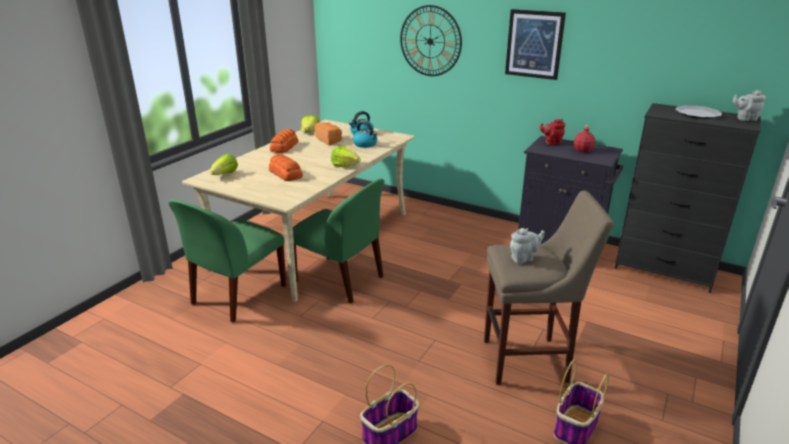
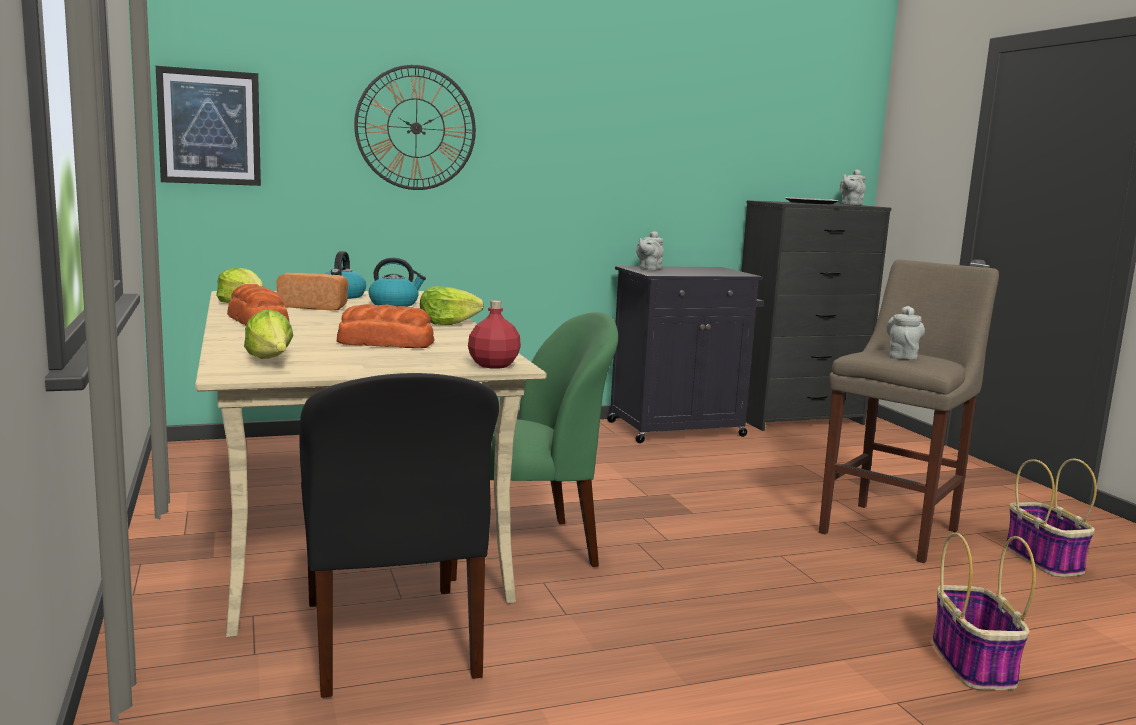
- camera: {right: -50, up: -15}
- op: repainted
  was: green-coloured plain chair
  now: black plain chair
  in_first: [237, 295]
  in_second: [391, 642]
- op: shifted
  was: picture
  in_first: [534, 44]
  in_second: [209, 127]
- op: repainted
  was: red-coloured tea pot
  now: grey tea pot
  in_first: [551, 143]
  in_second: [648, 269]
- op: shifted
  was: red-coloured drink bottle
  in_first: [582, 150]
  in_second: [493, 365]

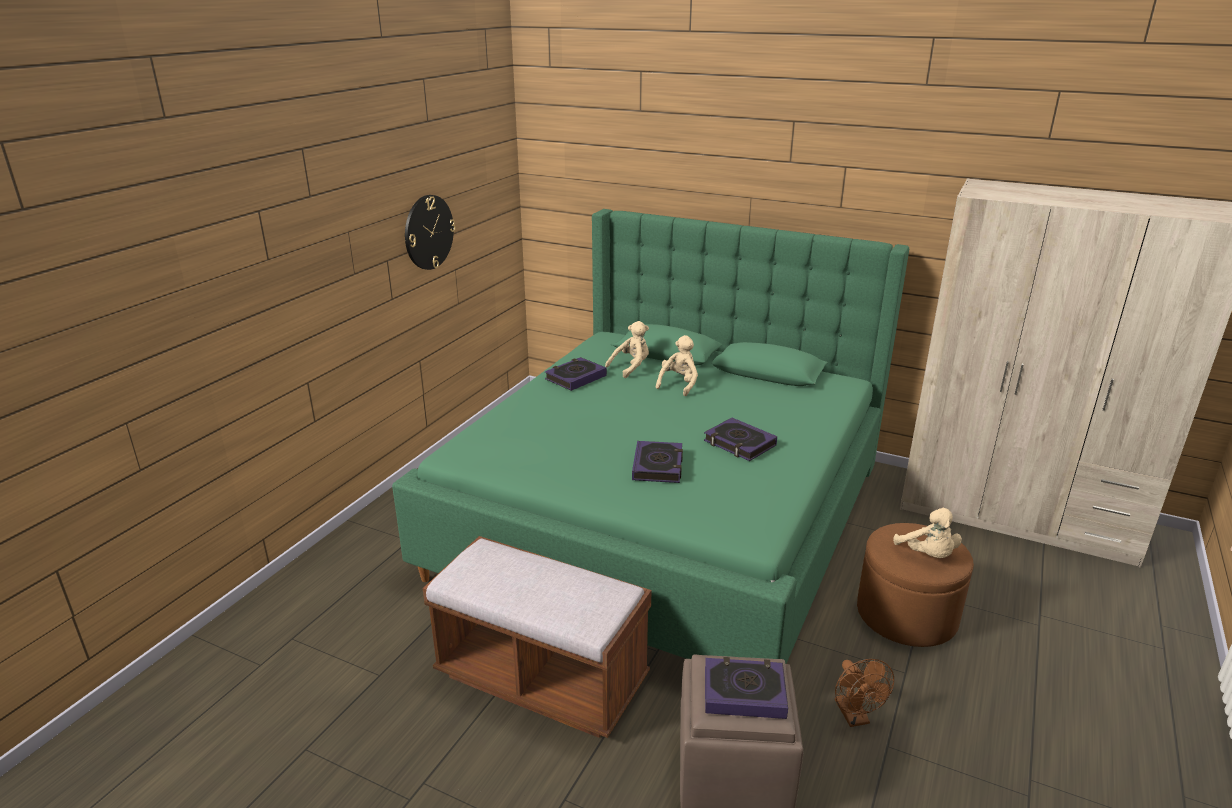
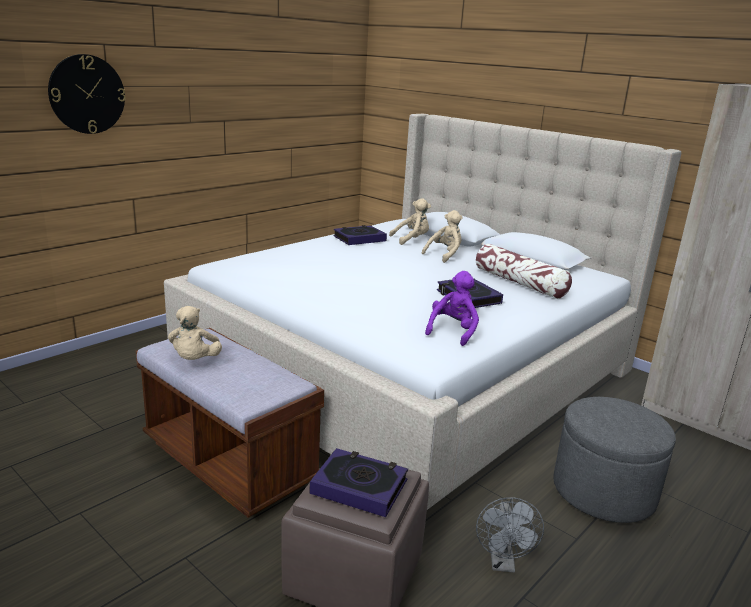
- camera: {right: 15, up: -5}
- op: repainted
  was: green-coloured bed
  now: sand-coloured bed
  in_first: [667, 517]
  in_second: [413, 372]
- op: shifted
  was: wall clock
  in_first: [428, 232]
  in_second: [87, 94]
- op: gone
  was: bound book
  in_first: [658, 466]
- op: repainted
  was: brown electric fan
  now: grey electric fan
  in_first: [855, 717]
  in_second: [502, 563]
- op: repainted
  was: brown ottoman
  now: grey ottoman
  in_first: [906, 615]
  in_second: [603, 491]
- op: shifted
  was: sand-coloured cuddly toy
  in_first: [928, 555]
  in_second: [195, 360]
- op: new
  now: purple-coloured cuddly toy
  in_second: [453, 331]
- op: new
  now: pillow
  in_second: [520, 283]

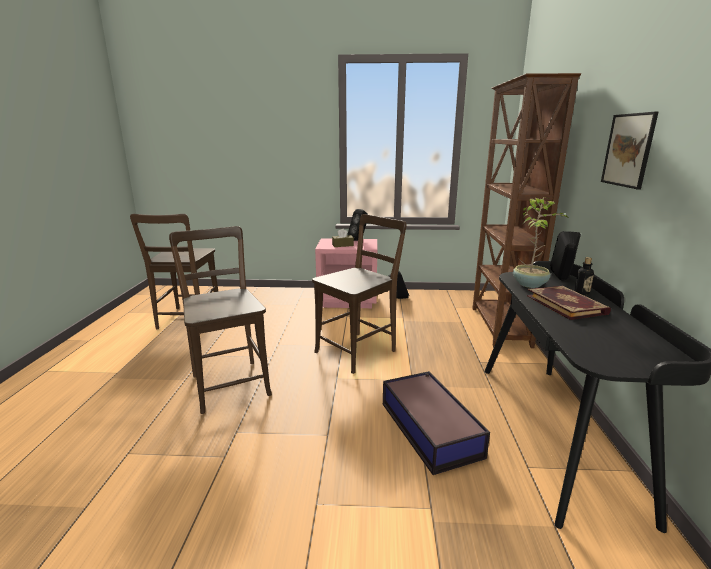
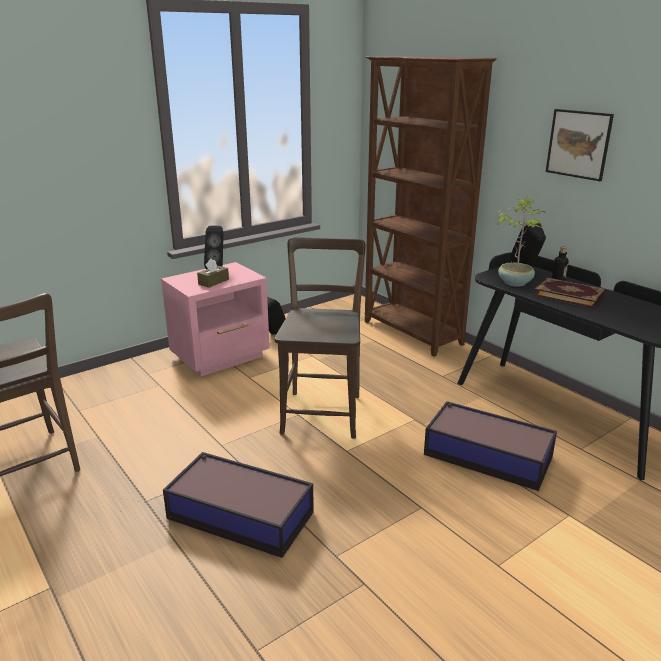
- camera: {right: -40, up: 5}
- op: swapped
  was: brown plain chair
  now: storage container
  in_first: [229, 382]
  in_second: [239, 514]

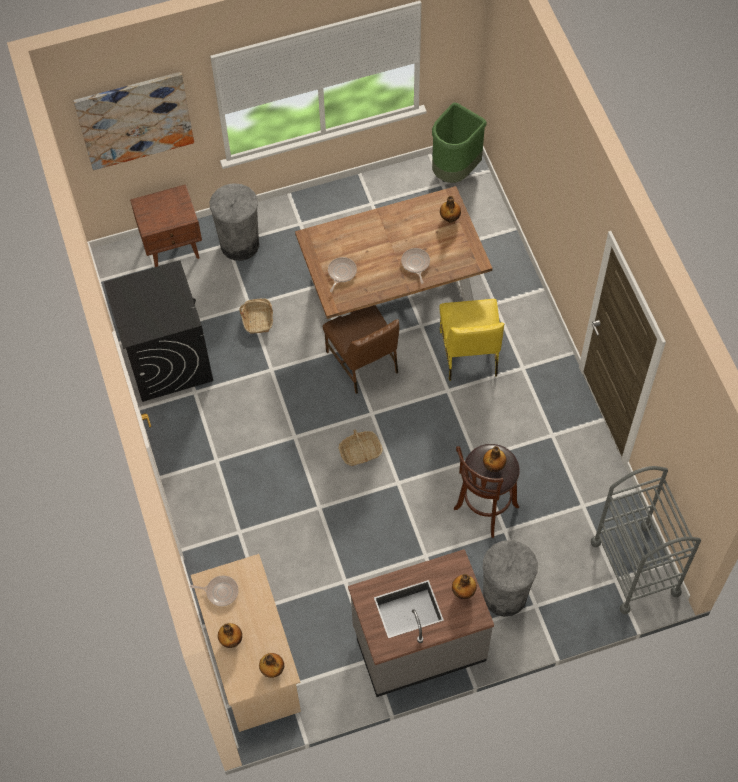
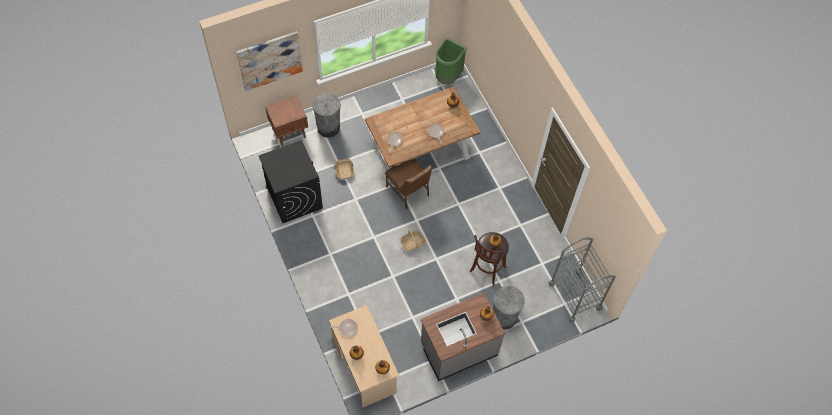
- camera: {right: -10, up: 0}
- op: gone
  was: yellow-coloured plain chair
  in_first: [469, 354]

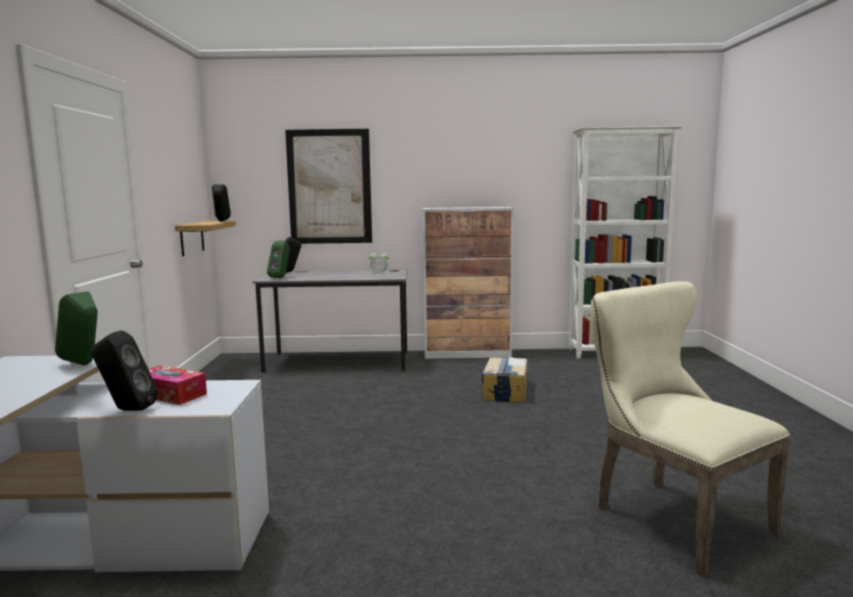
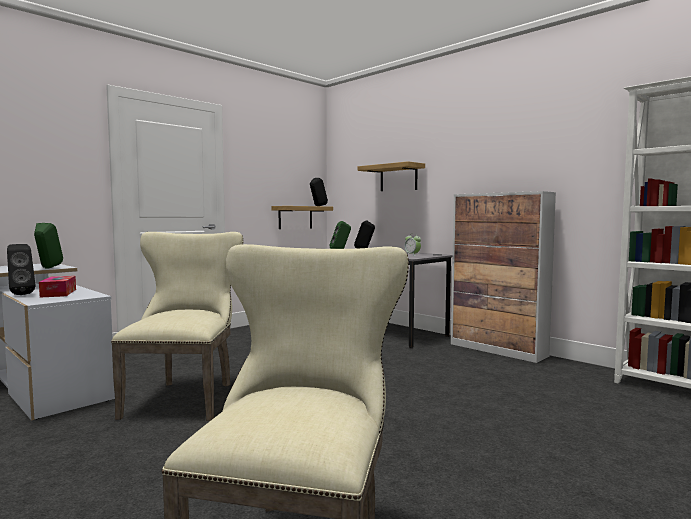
- camera: {right: 45, up: -5}
- op: swapped
  was: picture
  now: wall shelf
  in_first: [329, 187]
  in_second: [398, 178]
- op: gone
  was: carton
  in_first: [505, 391]
- op: new
  now: sand-coloured plain chair
  in_second: [185, 397]

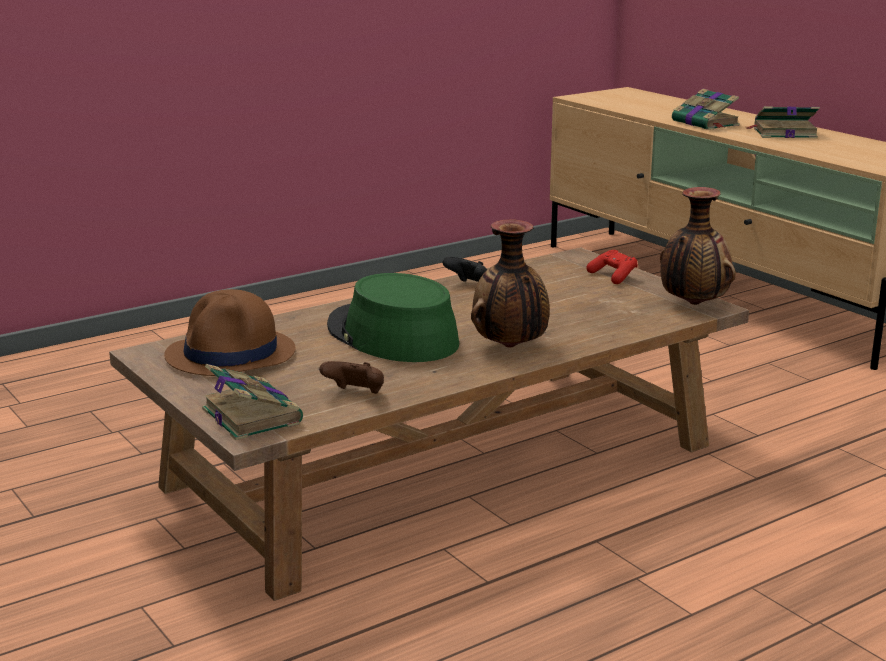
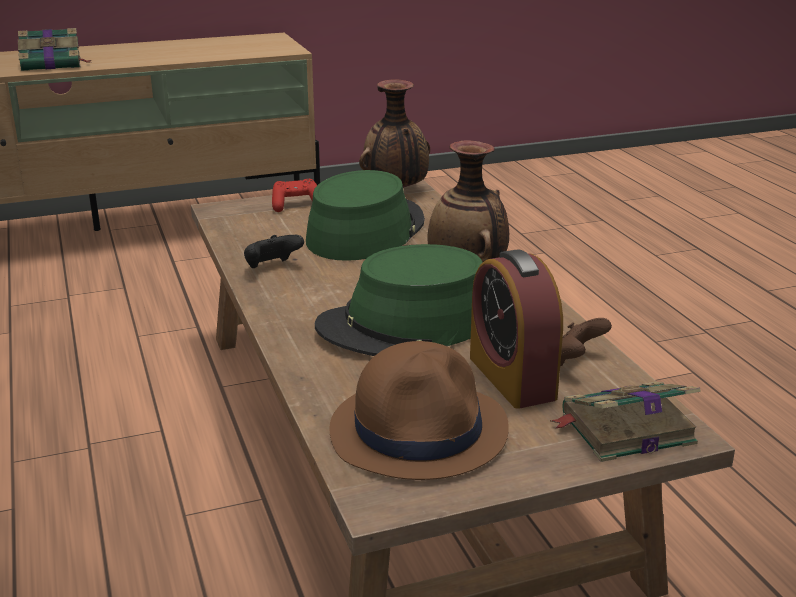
- camera: {right: -75, up: 5}
- op: gone
  was: bound book
  in_first: [783, 133]
- op: new
  now: green-coloured clothing hat
  in_second: [365, 231]
- op: new
  now: table clock
  in_second: [512, 377]

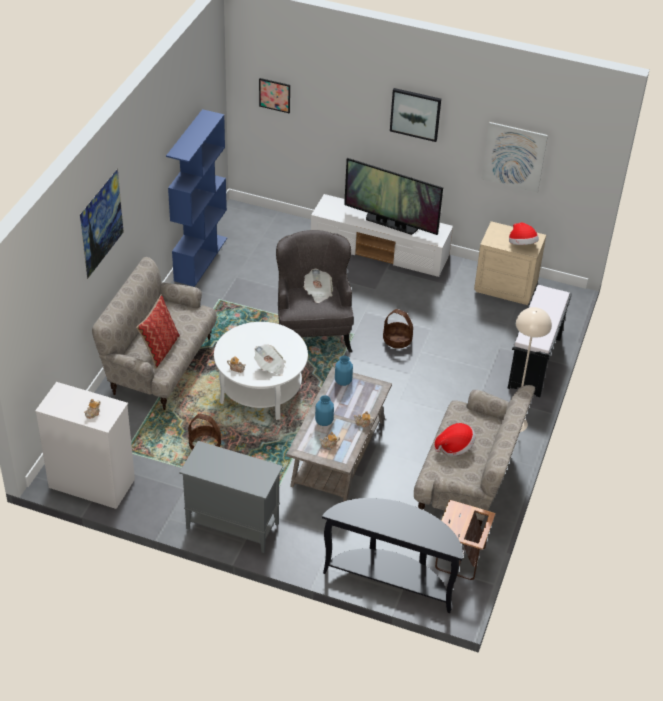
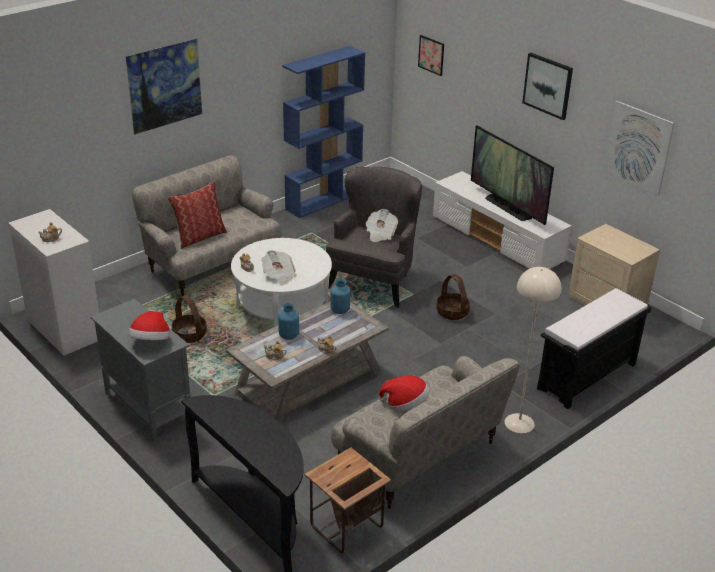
- camera: {right: 30, up: -10}
- op: shifted
  was: clothing hat
  in_first: [522, 245]
  in_second: [151, 341]

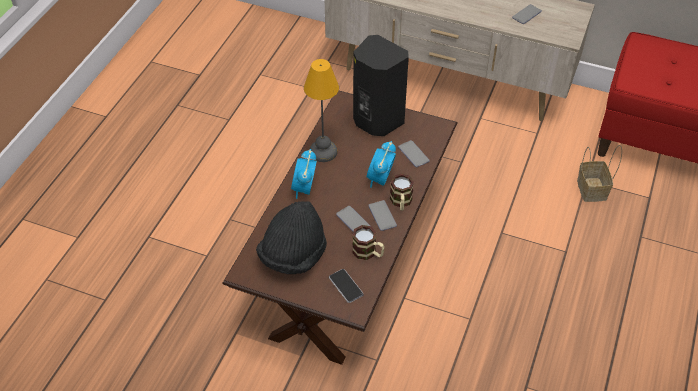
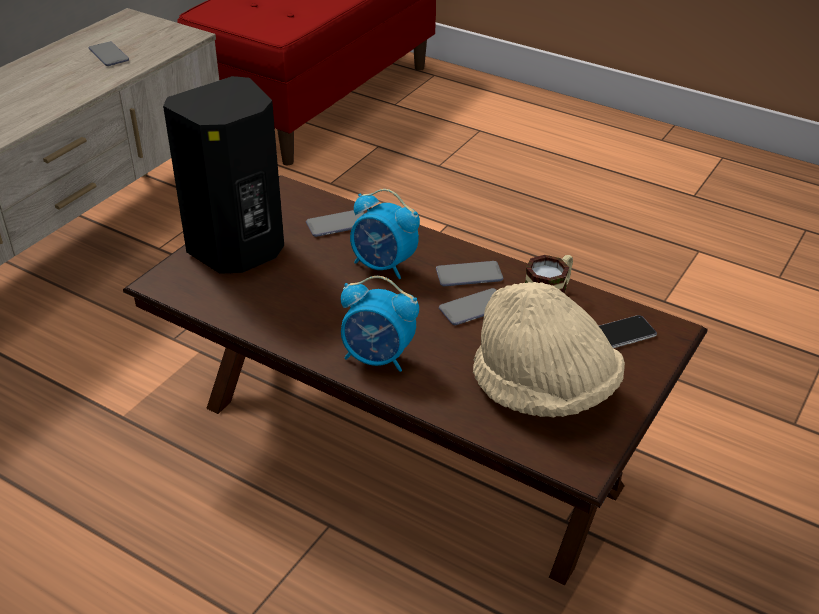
- camera: {right: -80, up: -10}
- op: repainted
  was: black clothing hat
  now: sand-coloured clothing hat
  in_first: [293, 255]
  in_second: [543, 390]
- op: gone
  was: tabletop lamp
  in_first: [323, 151]
- op: gone
  was: mug
  in_first: [401, 202]
- op: gone
  was: basket
  in_first: [592, 190]

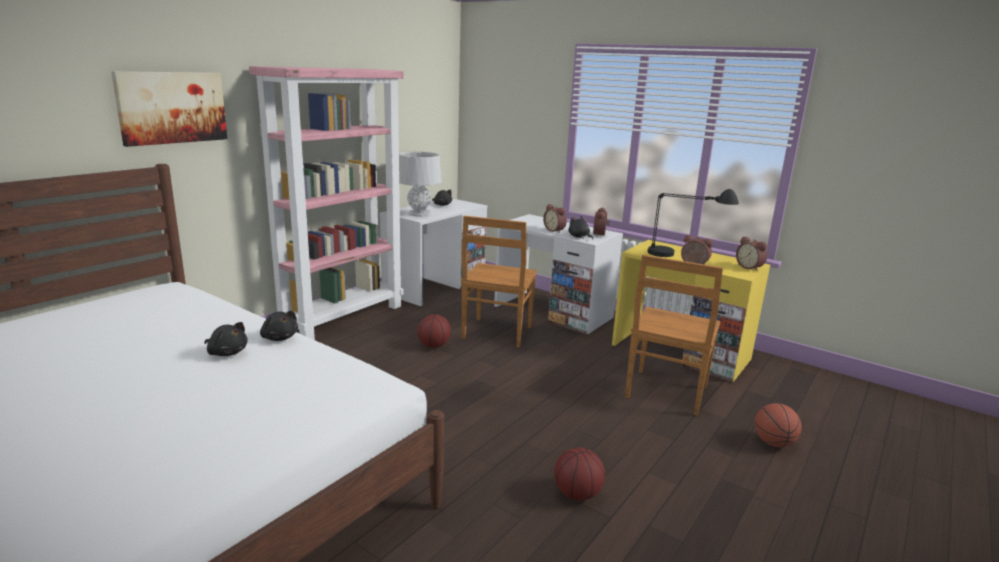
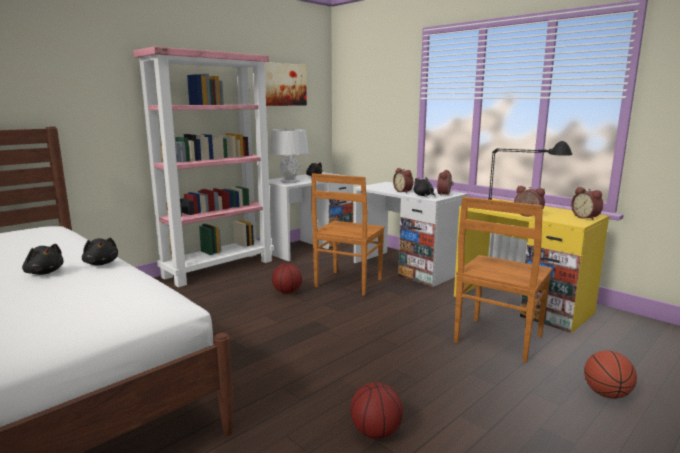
- camera: {right: 10, up: -5}
- op: shifted
  was: picture
  in_first: [172, 107]
  in_second: [280, 84]

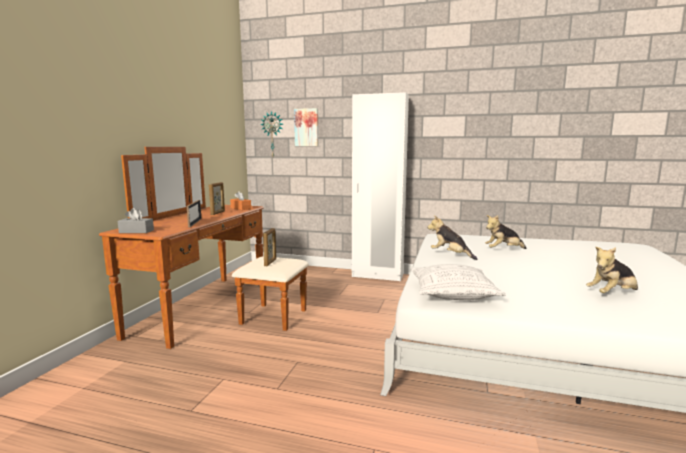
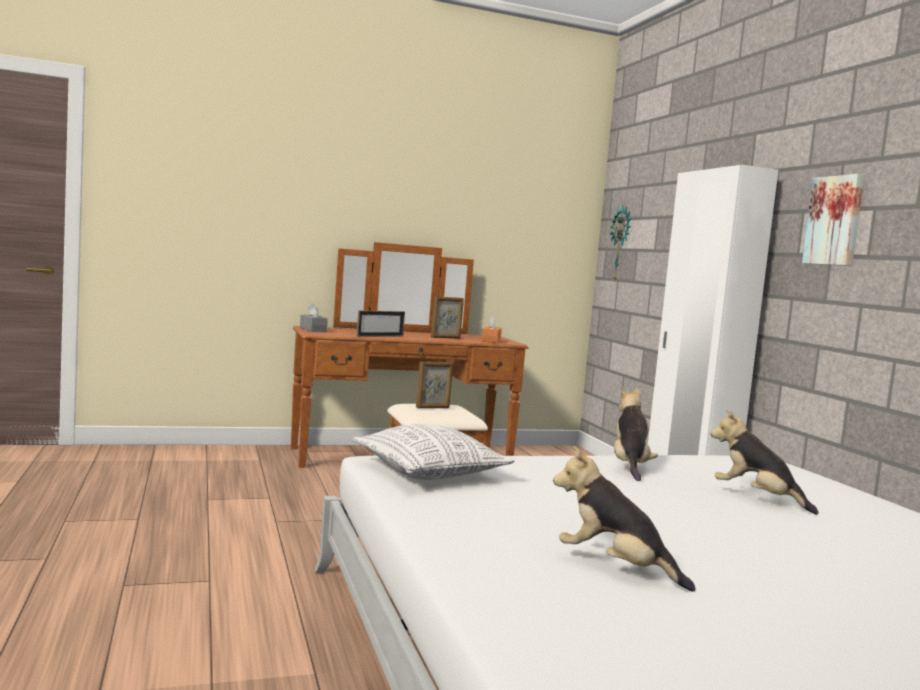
- camera: {right: 55, up: -5}
- op: shifted
  was: picture
  in_first: [306, 127]
  in_second: [835, 221]

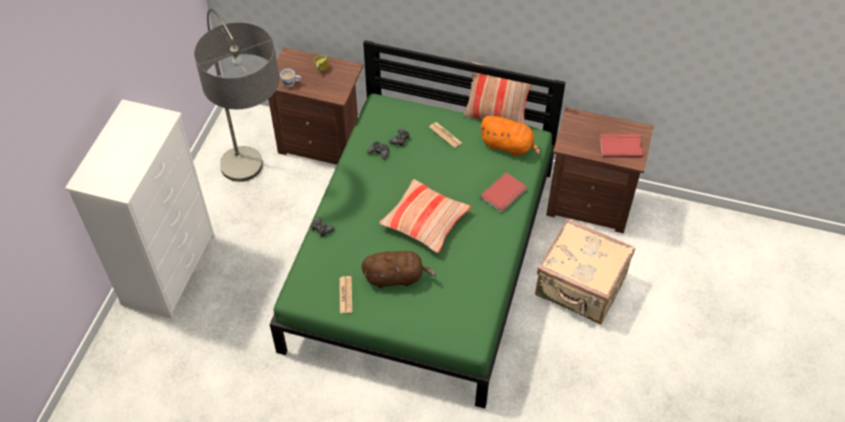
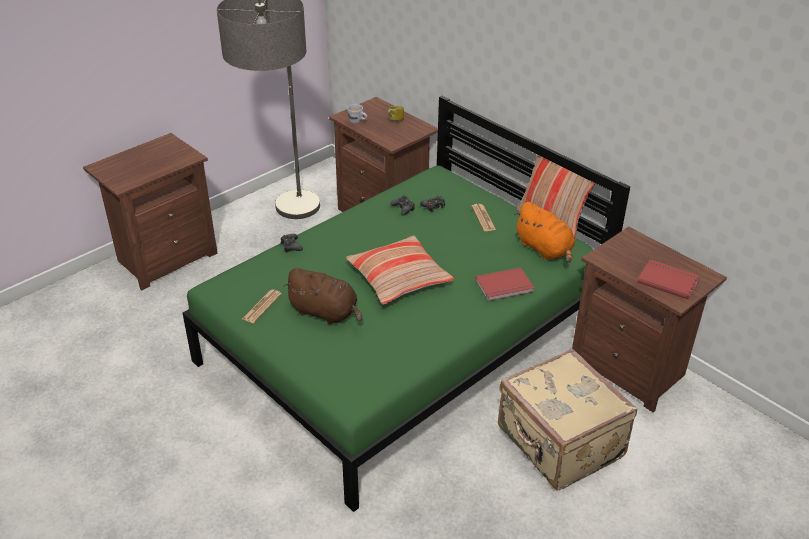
- camera: {right: 30, up: -15}
- op: swapped
  was: white chest of drawers
  now: brown night table
  in_first: [170, 269]
  in_second: [165, 257]

